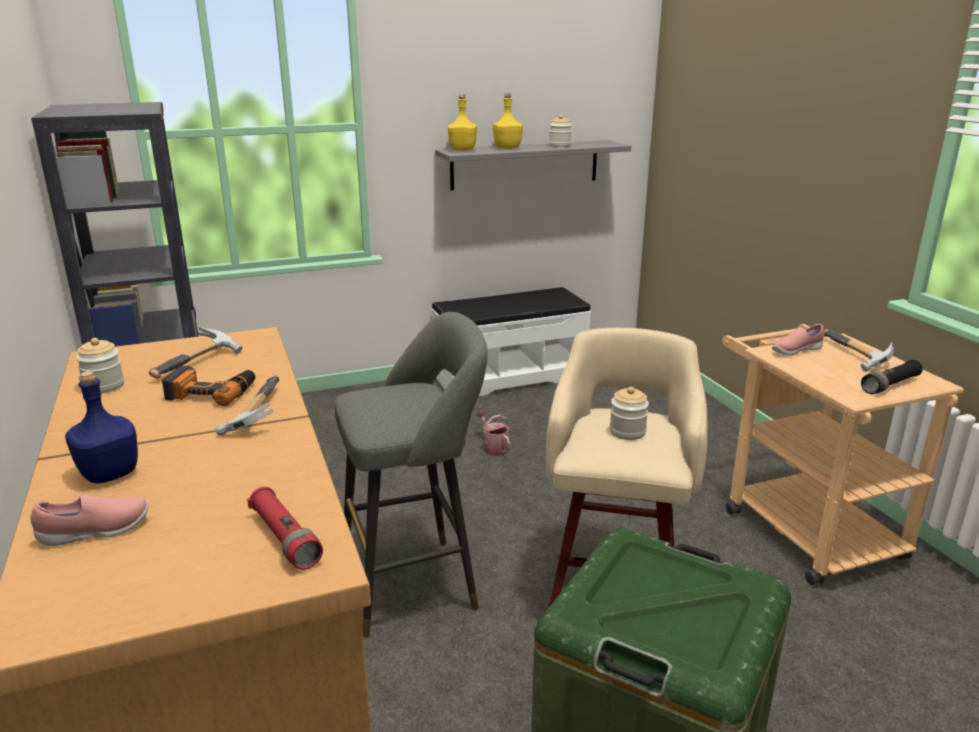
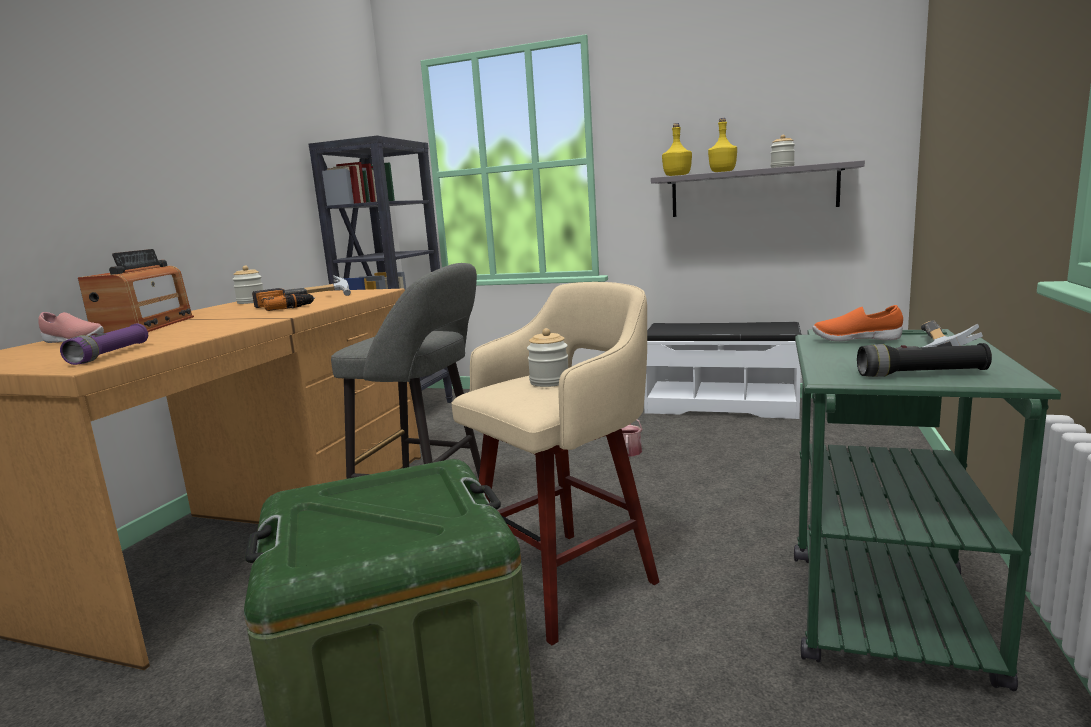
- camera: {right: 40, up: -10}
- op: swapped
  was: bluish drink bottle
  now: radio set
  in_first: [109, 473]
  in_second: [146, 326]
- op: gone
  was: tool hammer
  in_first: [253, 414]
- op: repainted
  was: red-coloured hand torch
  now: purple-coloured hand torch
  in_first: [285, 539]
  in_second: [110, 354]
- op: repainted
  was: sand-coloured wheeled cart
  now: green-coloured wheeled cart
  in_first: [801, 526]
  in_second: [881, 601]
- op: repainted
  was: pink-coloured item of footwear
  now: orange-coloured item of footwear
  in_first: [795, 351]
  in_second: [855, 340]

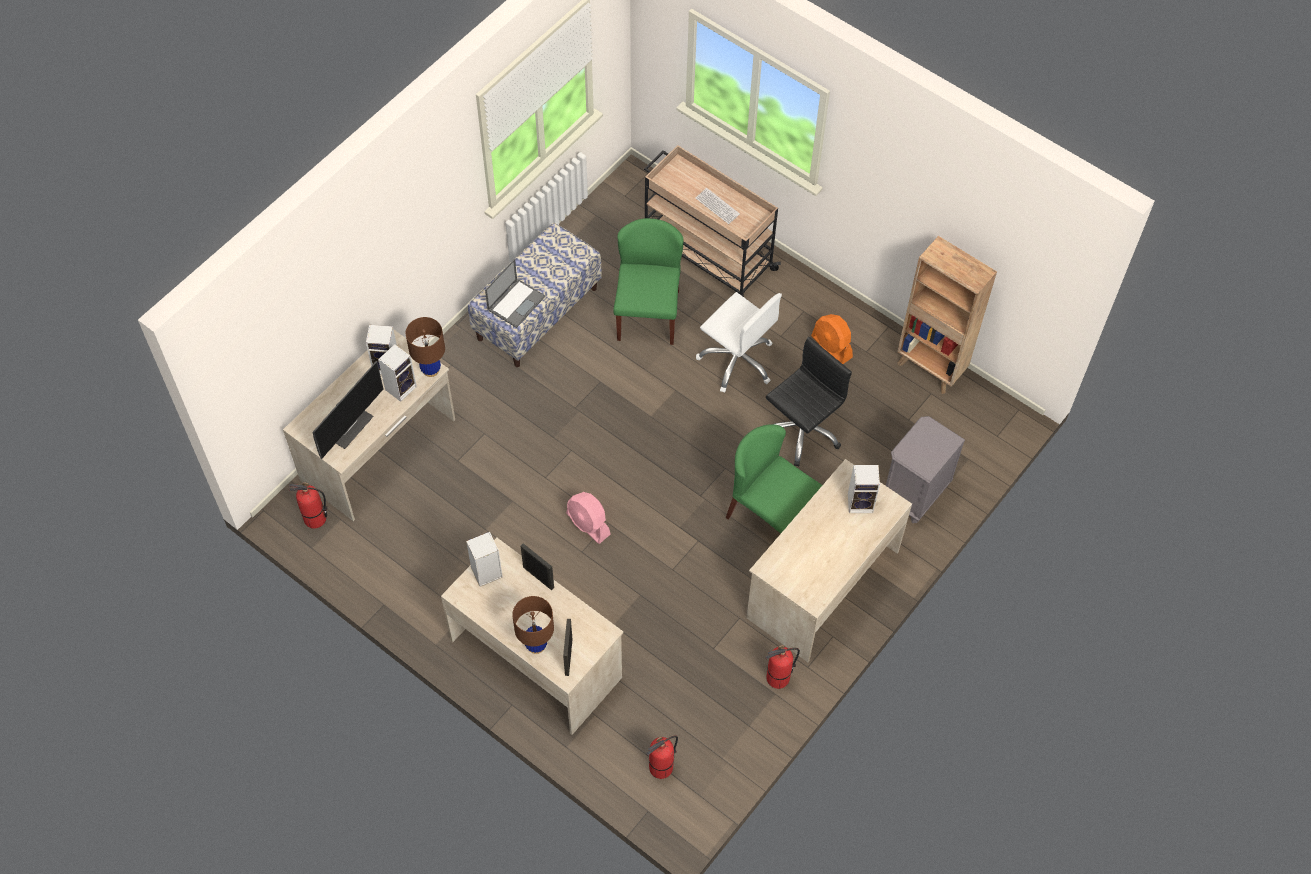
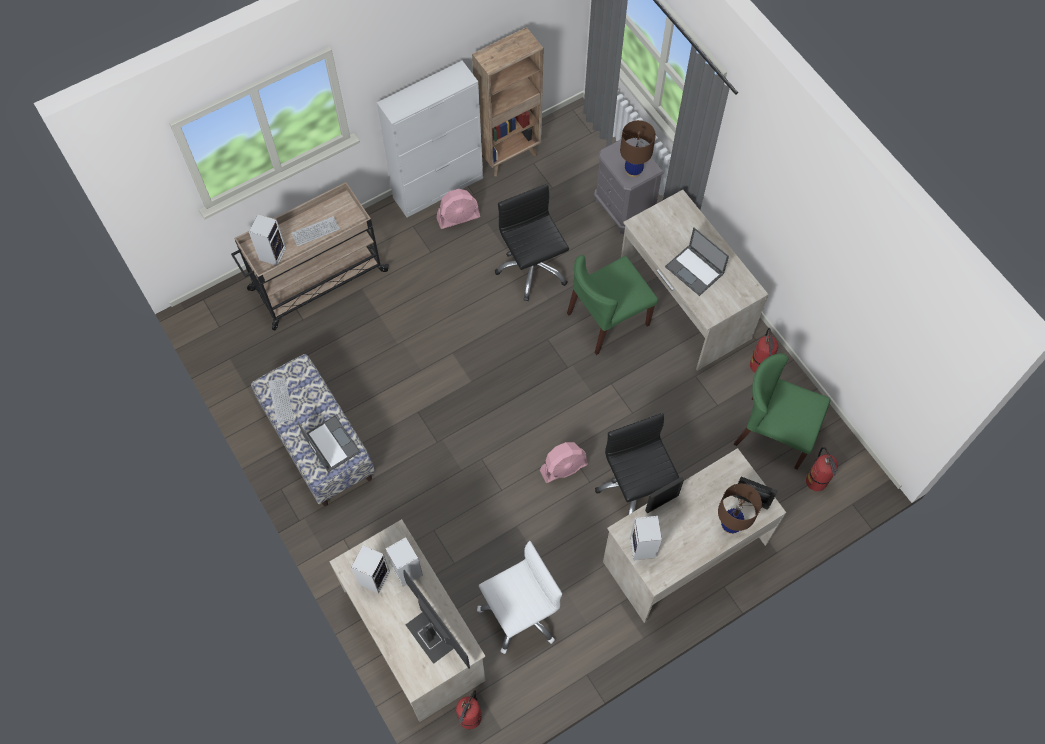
- camera: {right: -70, up: 5}
- op: shifted
  was: brown tabletop lamp
  in_first: [431, 369]
  in_second: [633, 170]
- op: shifted
  was: green-coloured plain chair
  in_first: [647, 314]
  in_second: [773, 433]
- op: shifted
  was: white computer chair
  in_first: [737, 360]
  in_second: [520, 613]
- op: repainted
  was: orange-coloured electric fan
  now: pink-coloured electric fan
  in_first: [831, 347]
  in_second: [458, 218]
- op: shifted
  was: loudspeaker
  in_first: [861, 502]
  in_second: [272, 253]
- op: new
  now: PC keyboard
  in_second: [281, 400]
- op: new
  now: white cabinet
  in_second: [438, 187]
- op: new
  now: black computer chair
  in_second: [636, 488]
- op: new
  now: laptop
  in_second: [695, 270]

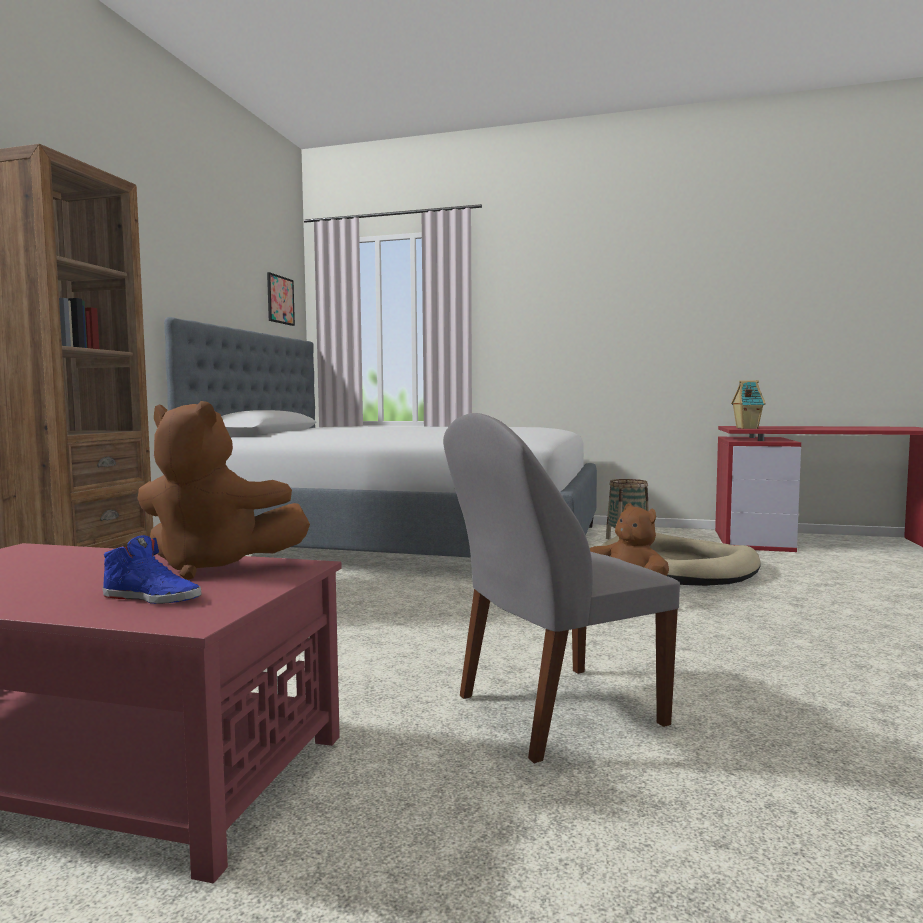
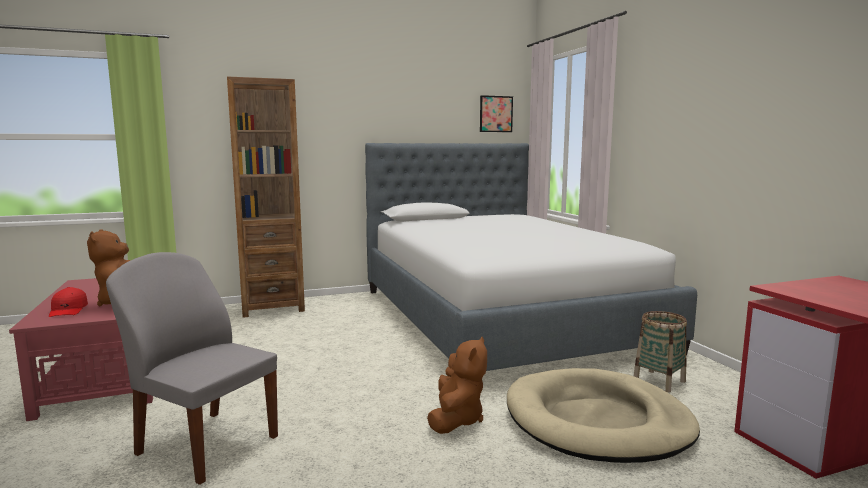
- camera: {right: 55, up: 5}
- op: swapped
  was: bluish item of footwear
  now: red-coloured baseball cap
  in_first: [153, 597]
  in_second: [68, 310]
- op: gone
  was: toy house
  in_first: [746, 428]

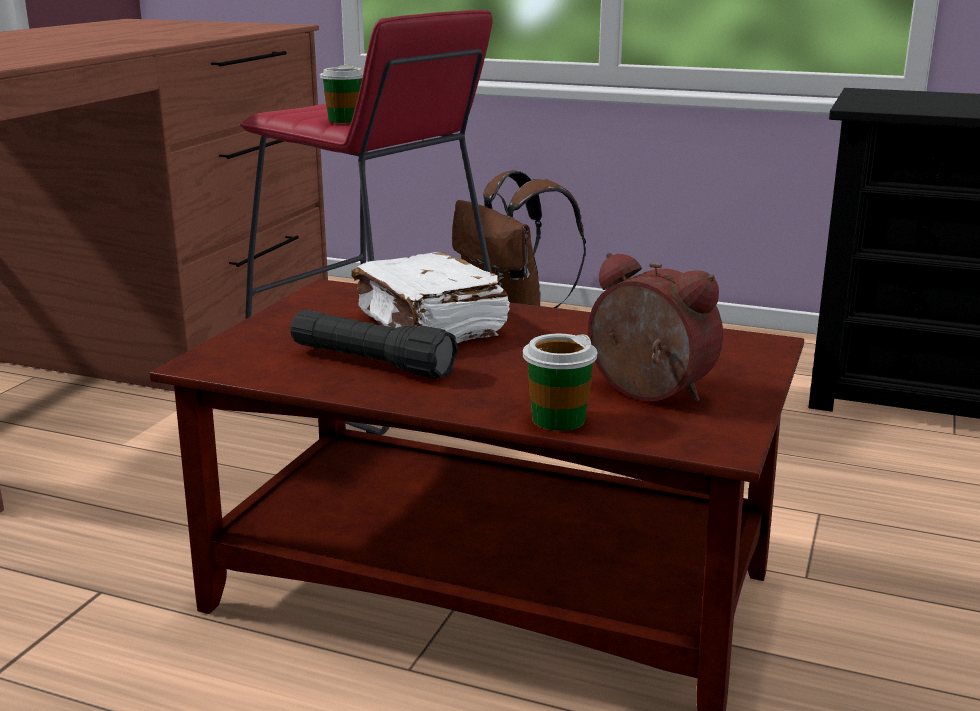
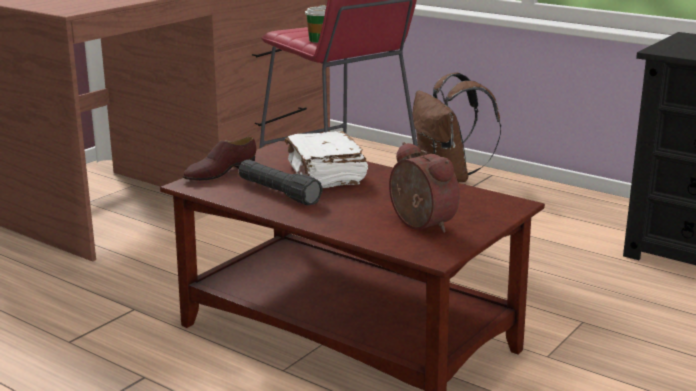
- camera: {right: 15, up: 0}
- op: gone
  was: cup
  in_first: [558, 419]
- op: new
  now: brown item of footwear
  in_second: [220, 173]

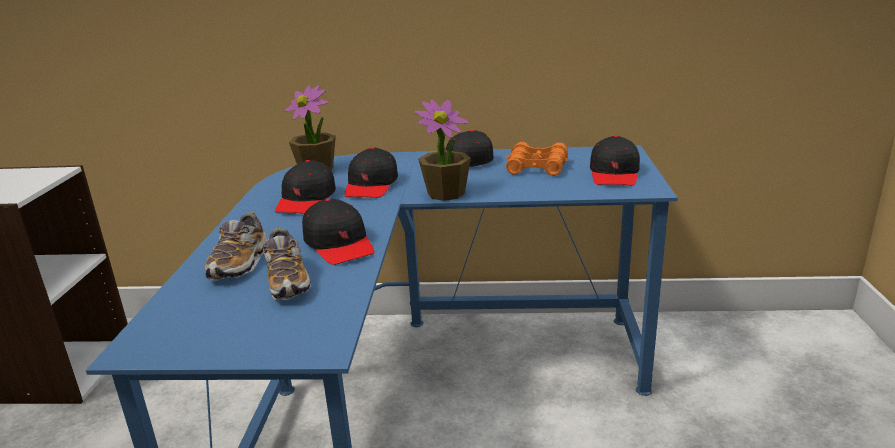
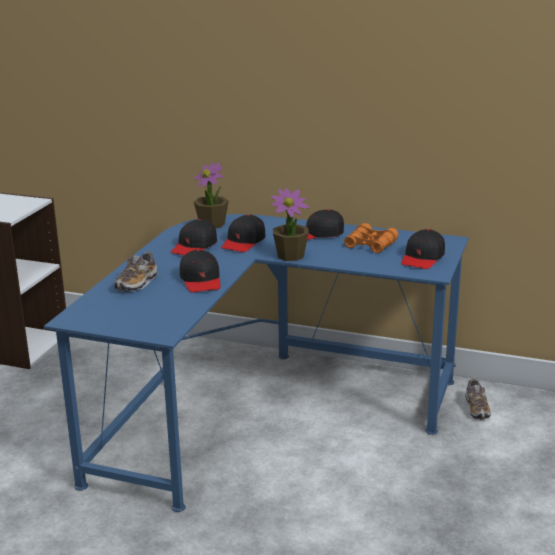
- camera: {right: 15, up: 0}
- op: shifted
  was: item of footwear
  in_first: [288, 282]
  in_second: [477, 409]

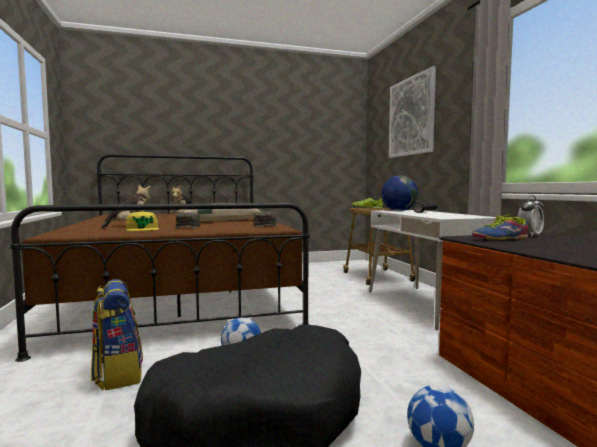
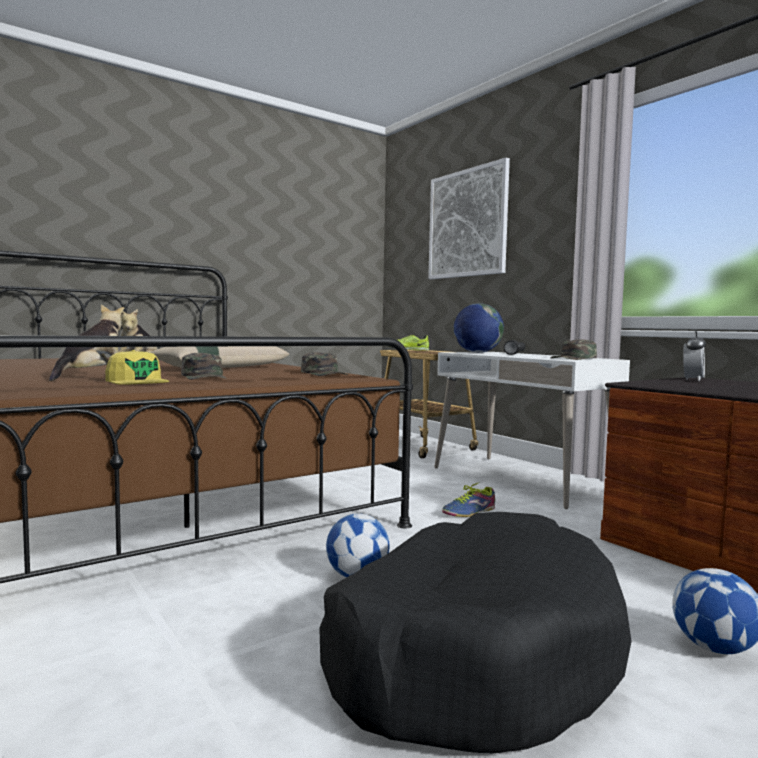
- camera: {right: -20, up: 0}
- op: gone
  was: rucksack
  in_first: [117, 374]
- op: shifted
  was: item of footwear
  in_first: [501, 239]
  in_second: [469, 512]
- op: new
  now: green-coloured baseball cap
  in_second: [574, 358]

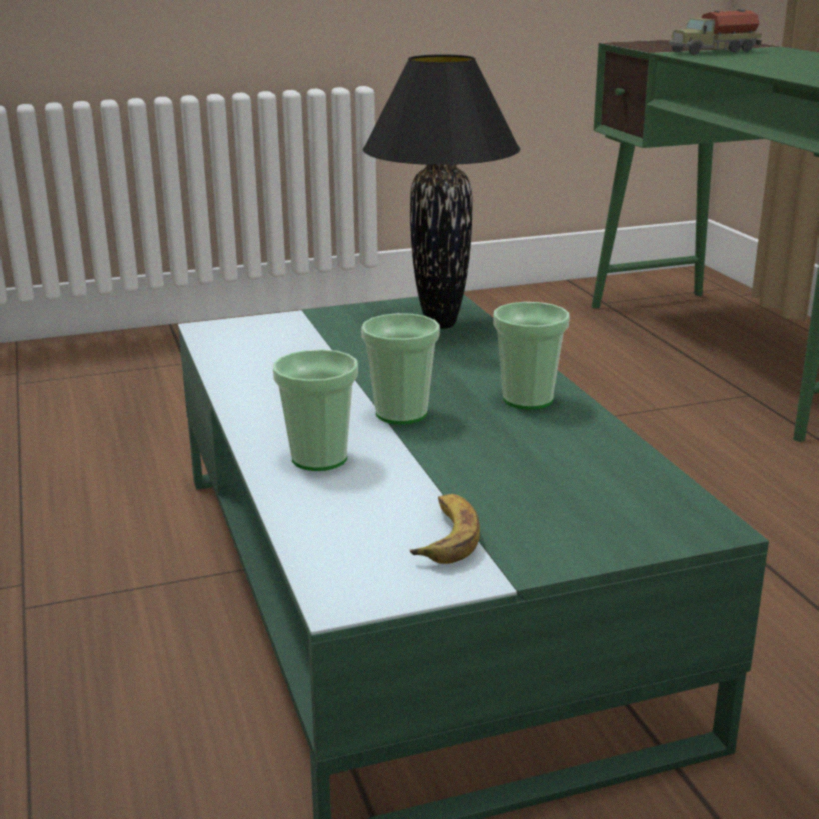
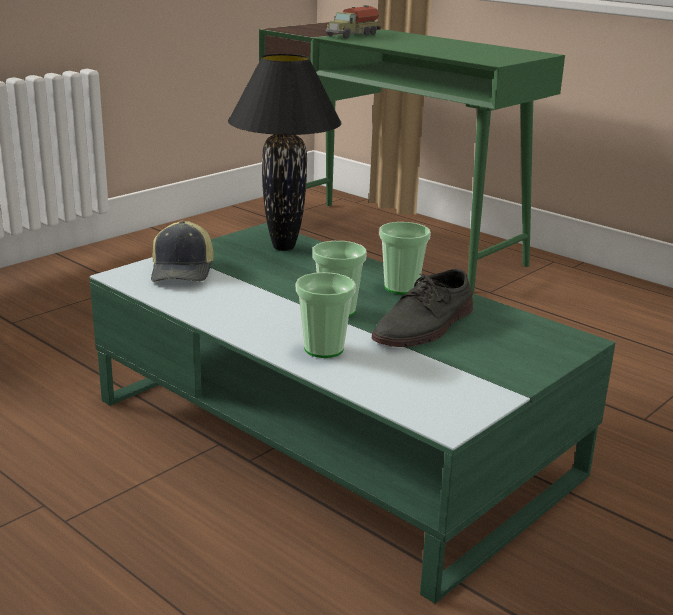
- camera: {right: -30, up: 0}
- op: gone
  was: banana
  in_first: [446, 536]
- op: new
  now: baseball cap
  in_second: [183, 271]
- op: new
  now: grey item of footwear
  in_second: [425, 326]

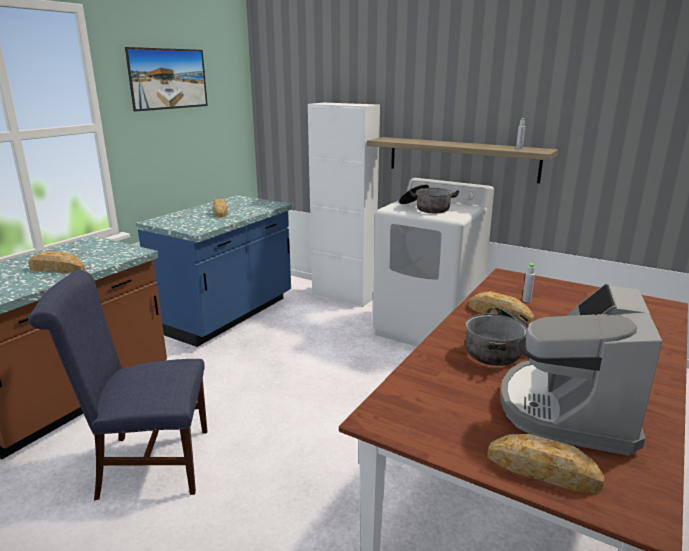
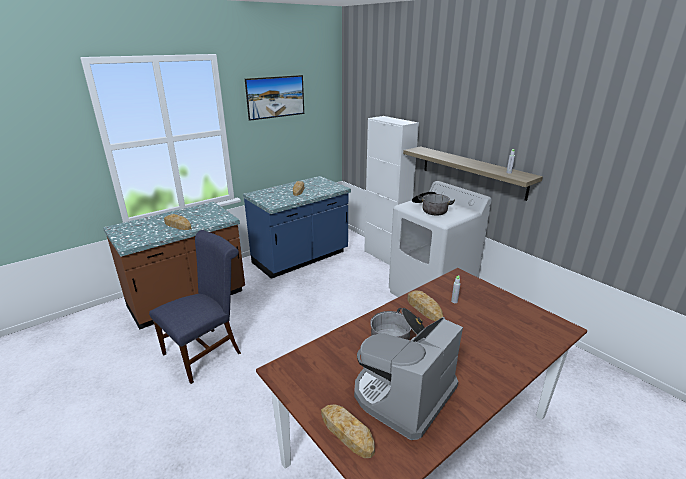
- camera: {right: 20, up: 5}
- op: rotated
  was: bluish plain chair
  in_first: [146, 464]
  in_second: [206, 351]
  clockwise: 120

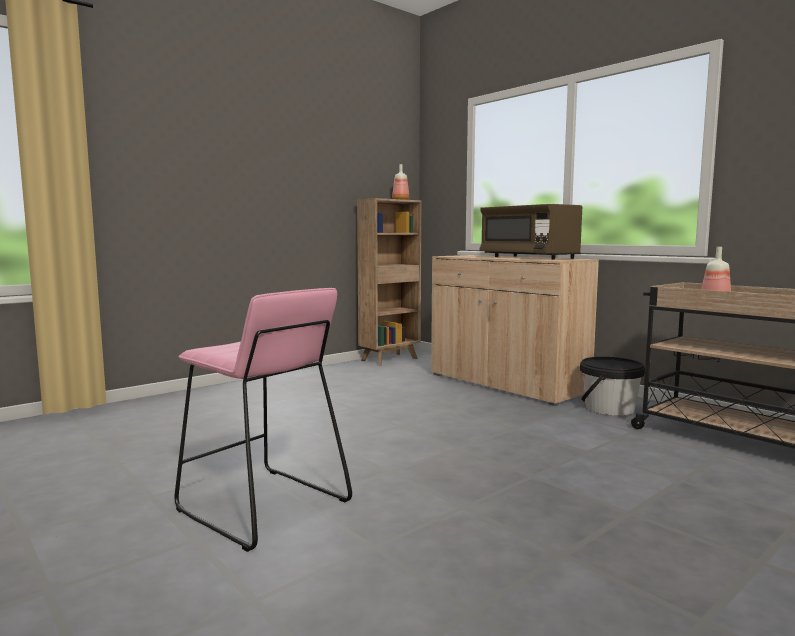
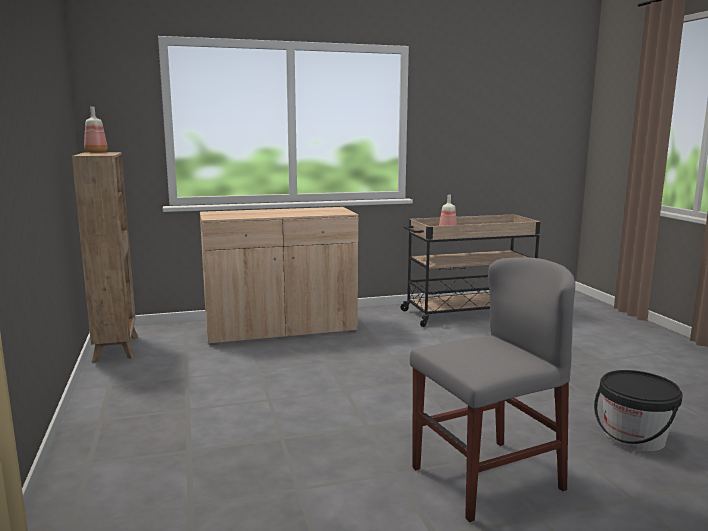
- camera: {right: -65, up: 5}
- op: swapped
  was: pink-coloured sitting stool
  now: grey plain chair
  in_first: [262, 506]
  in_second: [486, 478]
- op: gone
  was: brown microwave
  in_first: [528, 257]
- op: shifted
  was: black bucket
  in_first: [609, 408]
  in_second: [634, 437]

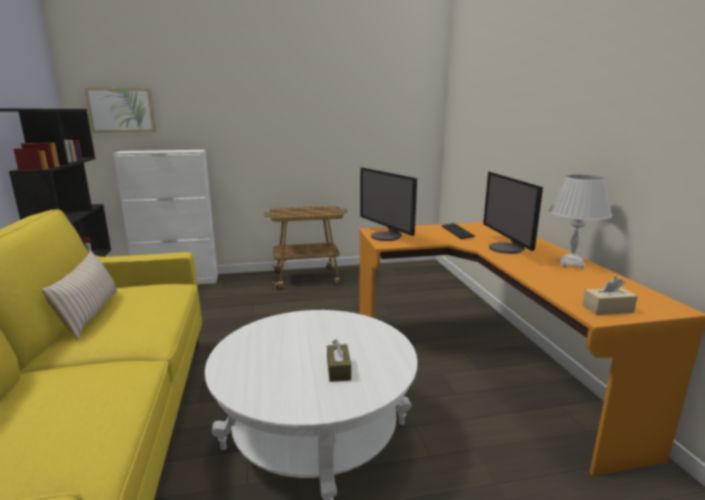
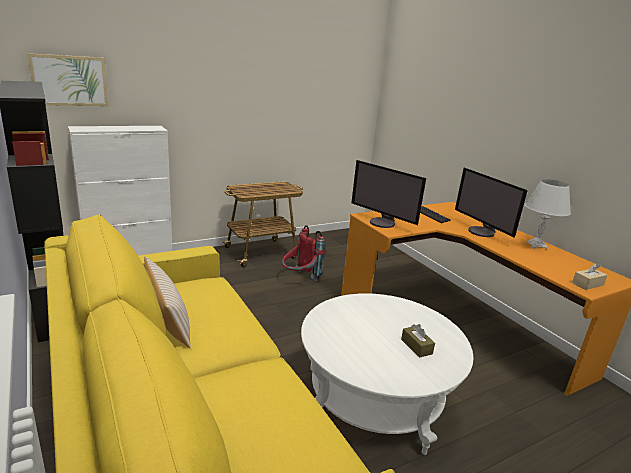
- camera: {right: -20, up: 5}
- op: new
  now: red-coloured rucksack
  in_second: [300, 279]

